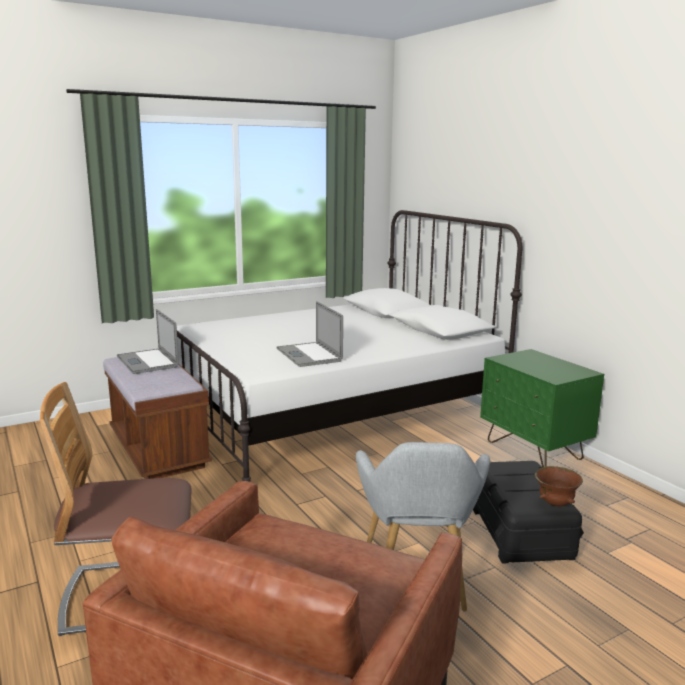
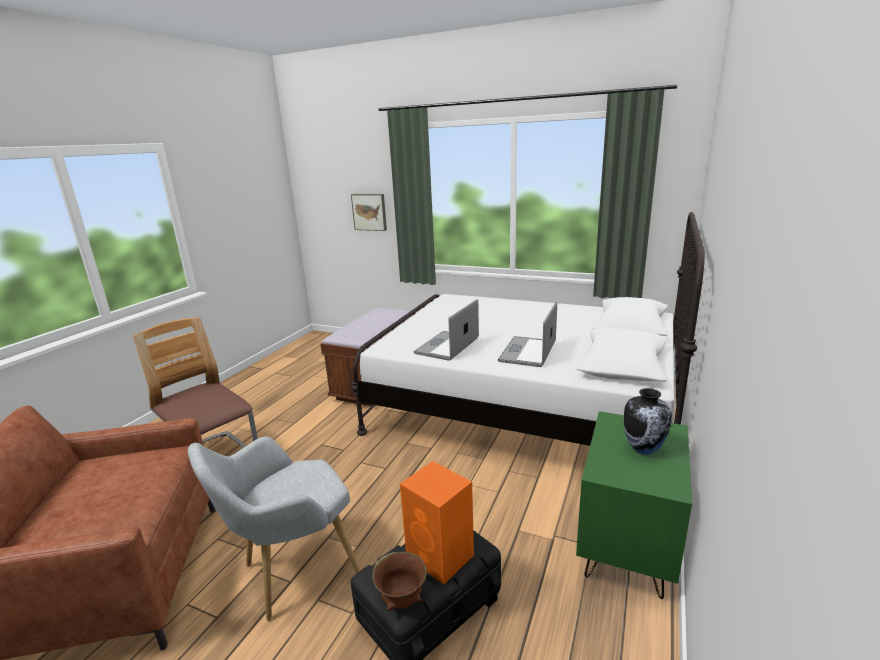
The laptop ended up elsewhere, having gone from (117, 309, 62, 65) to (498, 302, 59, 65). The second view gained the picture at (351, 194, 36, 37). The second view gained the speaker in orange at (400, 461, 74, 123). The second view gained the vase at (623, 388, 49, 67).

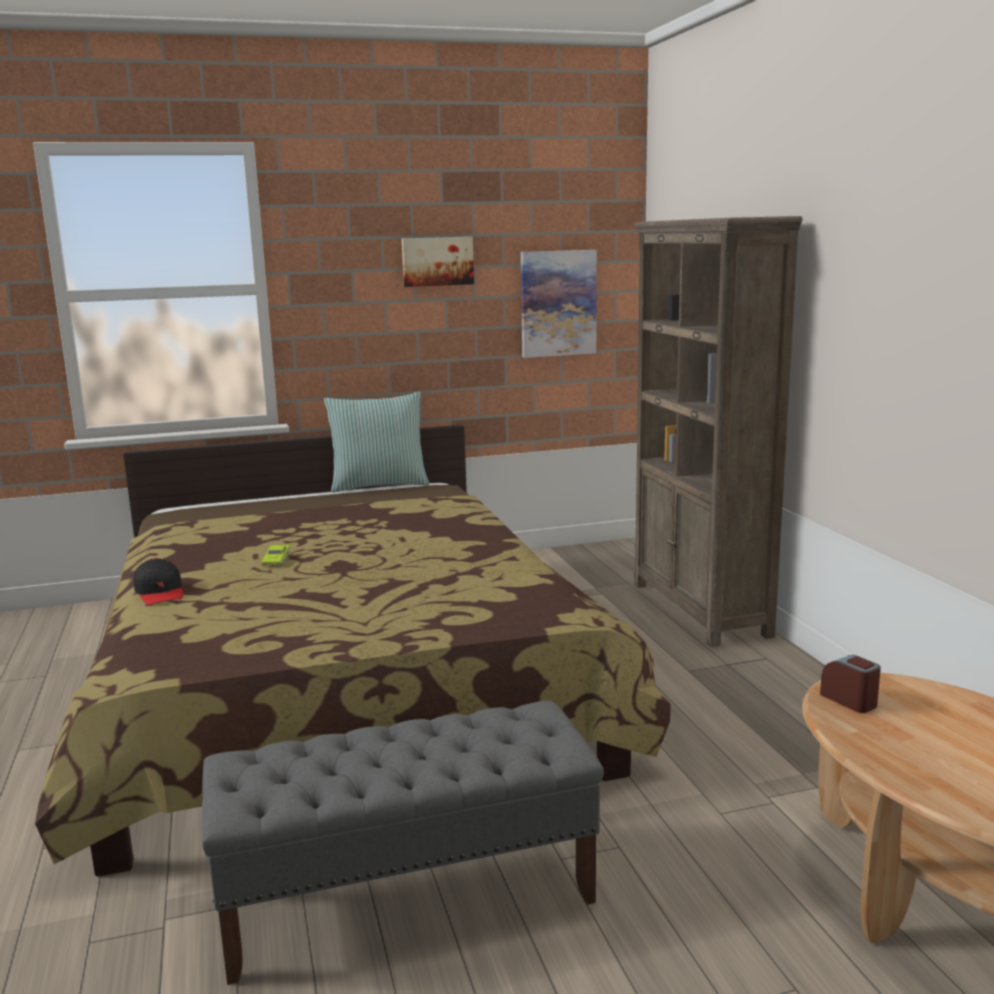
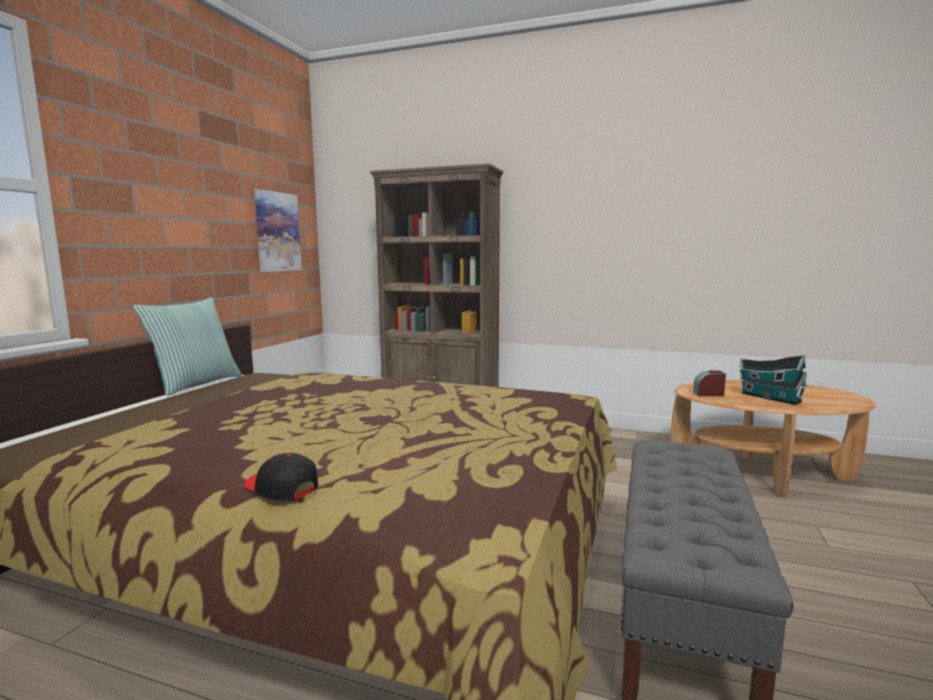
The cap in black at (134, 558, 49, 47) ended up facing another way, 150 degrees counterclockwise from before. The second view lost the toy car in green at (261, 545, 30, 20). The second view lost the picture at (402, 237, 72, 50). The second view gained the toy house at (740, 355, 67, 50).

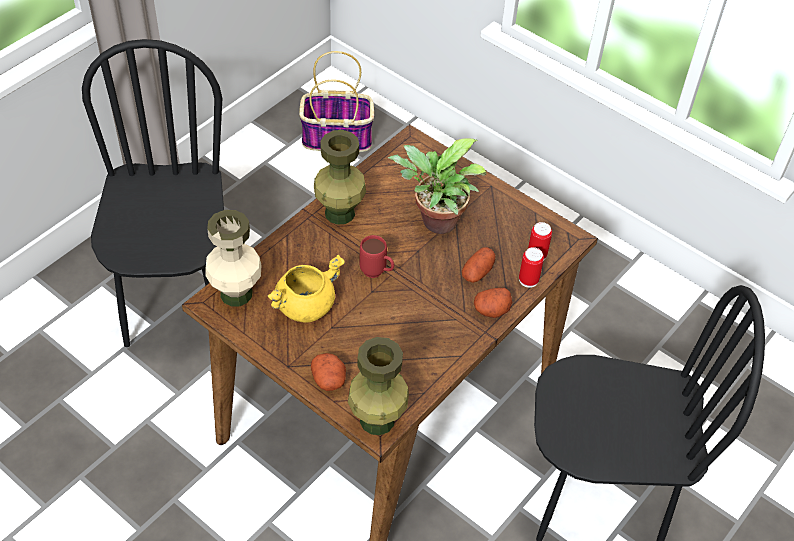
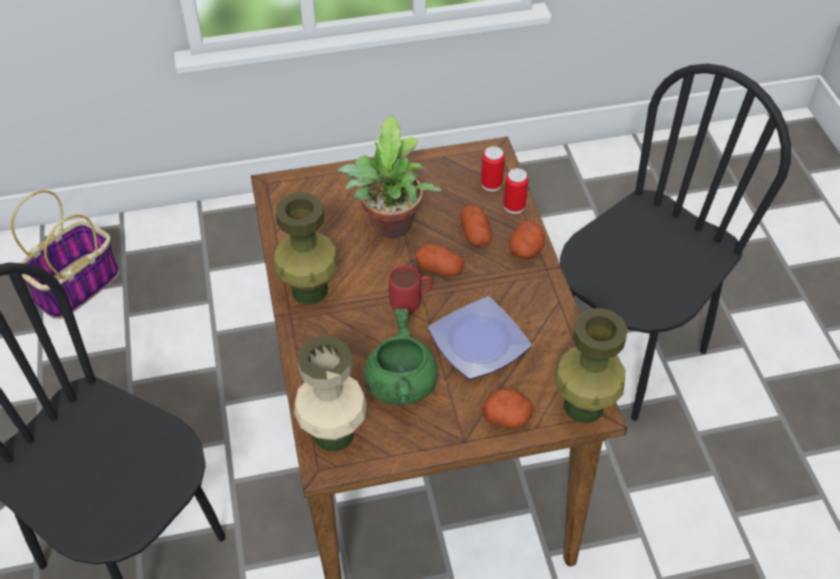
What was the cooking pot in yellow at (267, 255, 78, 68) turned into the cooking pot in green at (364, 309, 74, 96). The second view gained the potato at (415, 244, 49, 32). The second view gained the plate at (428, 296, 104, 83).

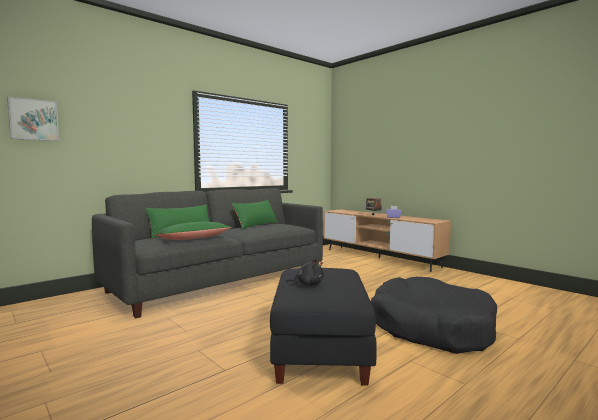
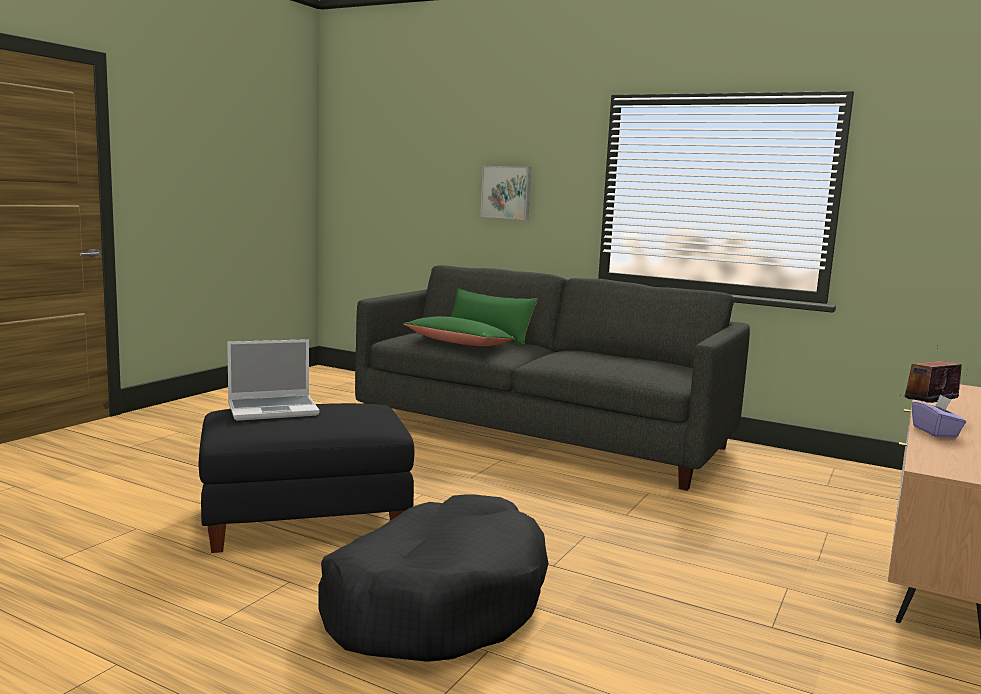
The picture ended up elsewhere, having gone from (7, 97, 52, 44) to (481, 166, 50, 54). The second view lost the pillow in green at (232, 200, 46, 30). Where the plush toy in black stood at (286, 259, 38, 27), the laptop came to stand at (227, 339, 93, 82).

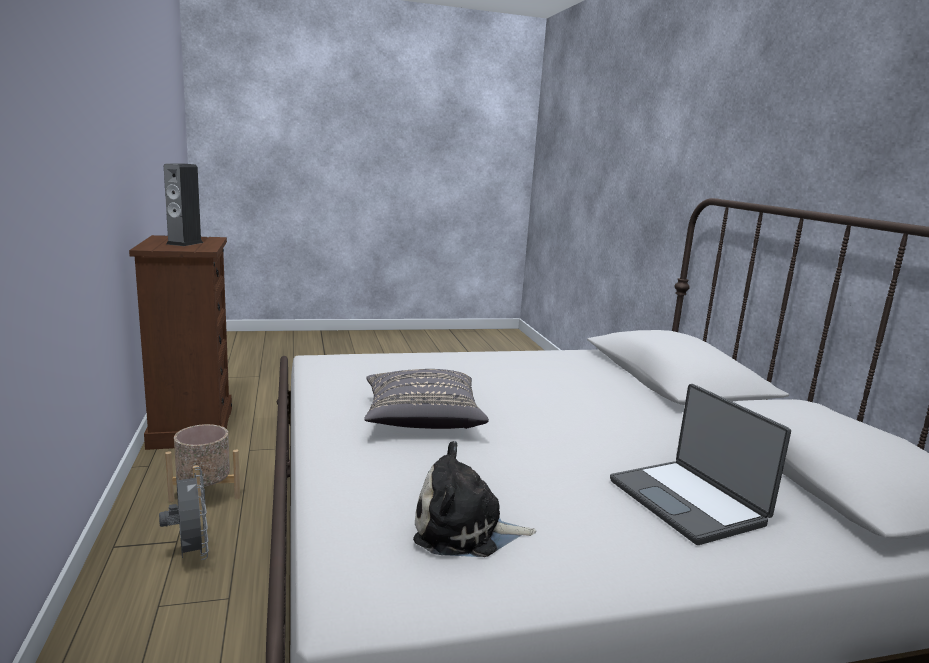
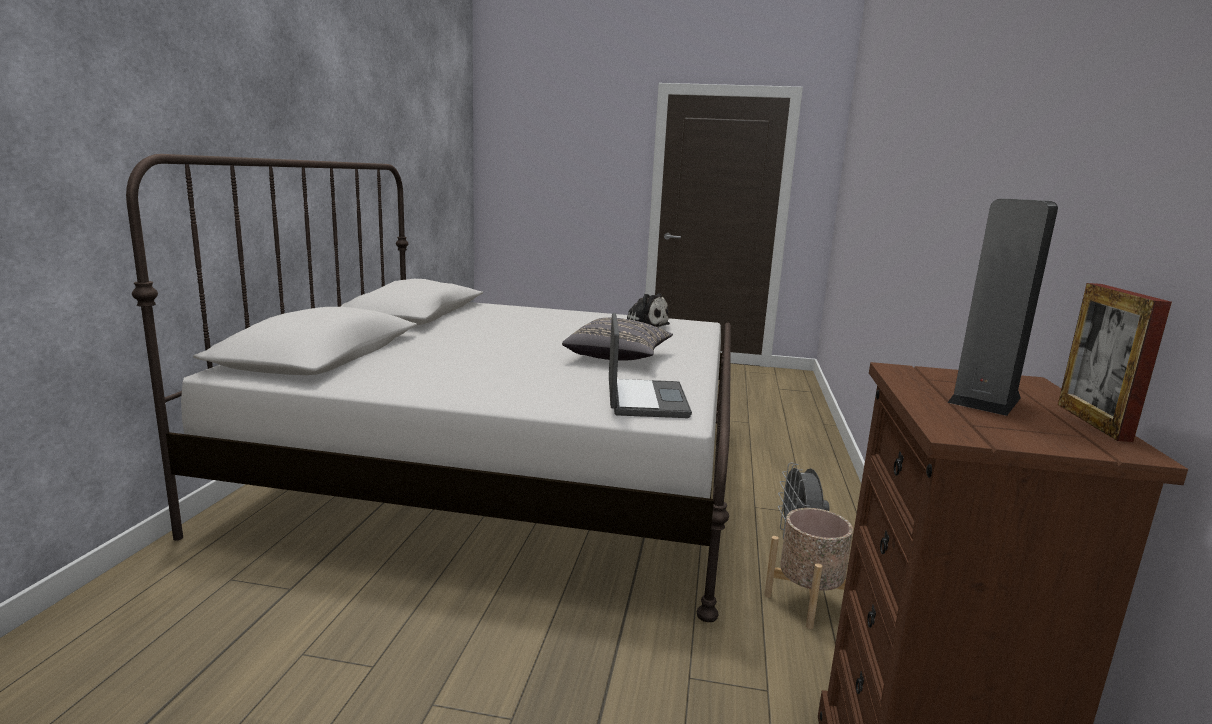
The laptop ended up elsewhere, having gone from (610, 384, 181, 161) to (609, 313, 83, 105). The second view gained the picture frame at (1058, 283, 114, 159).

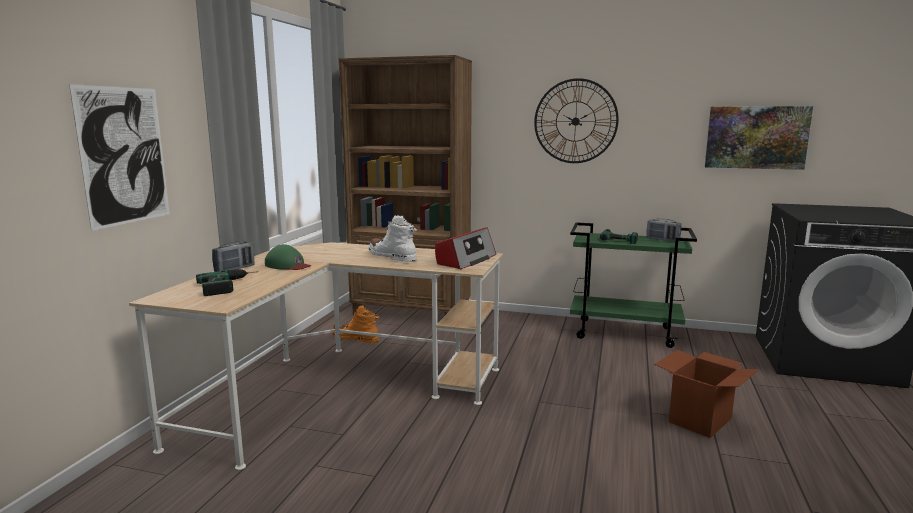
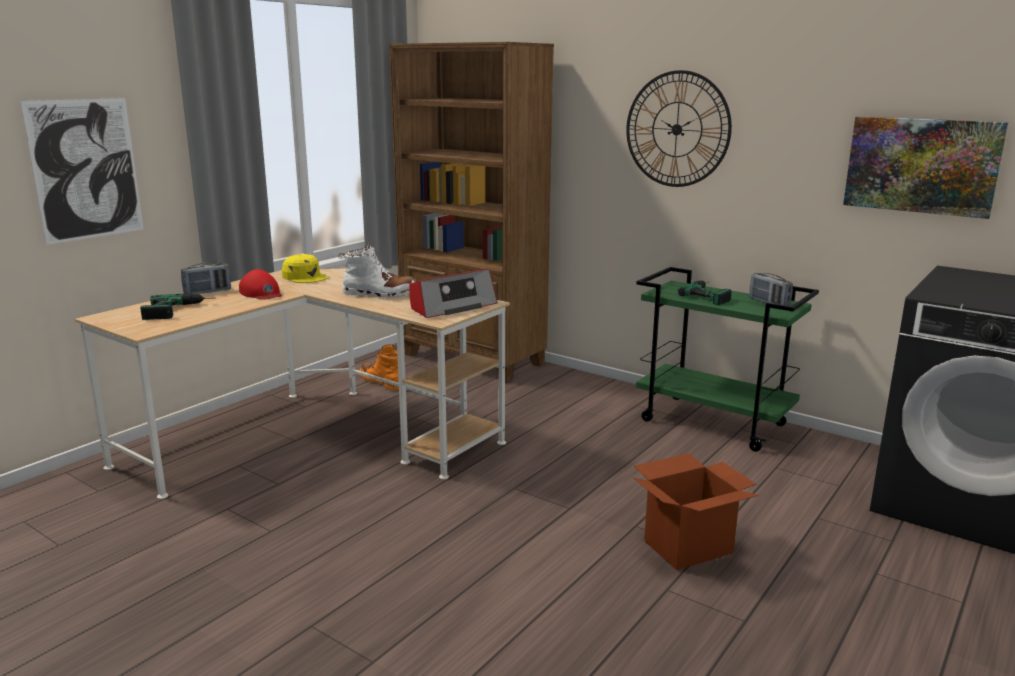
What was the cap in green at (265, 244, 46, 26) turned into the cap in red at (239, 269, 43, 31). The boot in white at (368, 215, 49, 47) ended up facing another way, 120 degrees clockwise from before. The second view gained the cap in yellow at (282, 254, 47, 29).

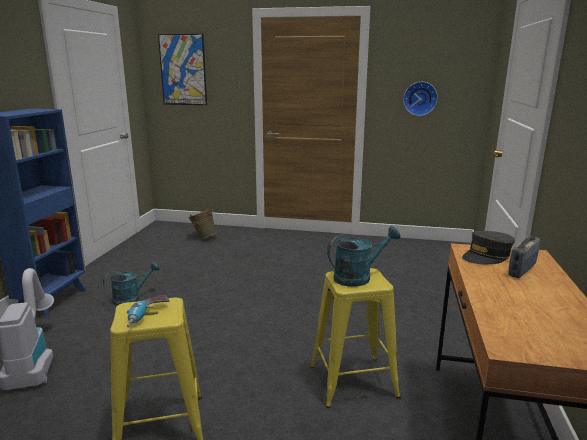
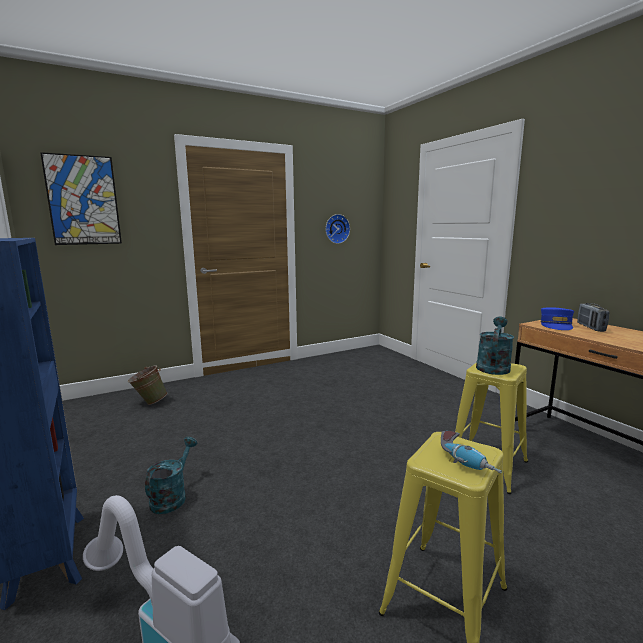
What was the cap in grey at (462, 231, 53, 33) turned into the cap in blue at (540, 307, 34, 23).

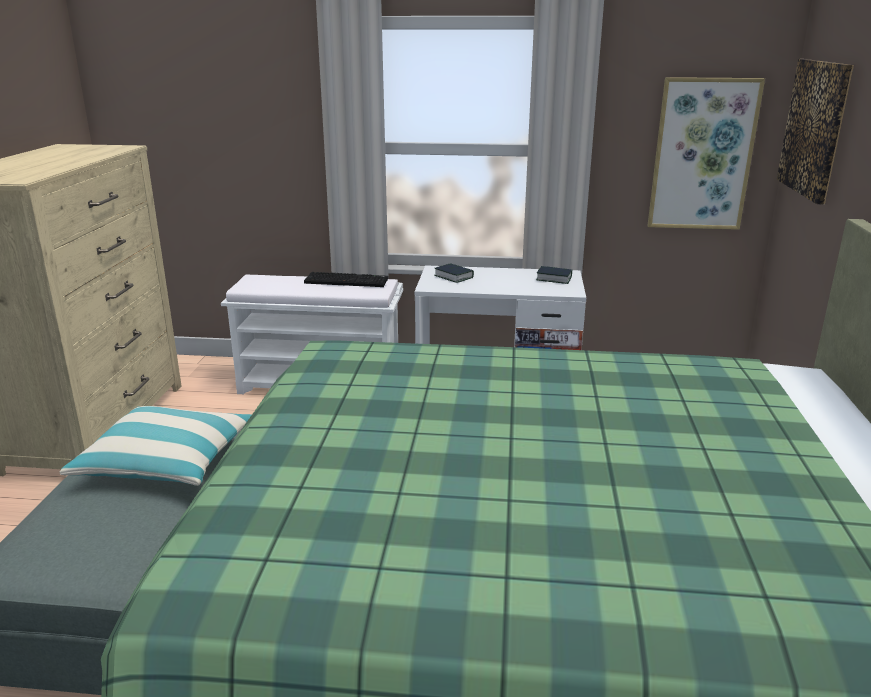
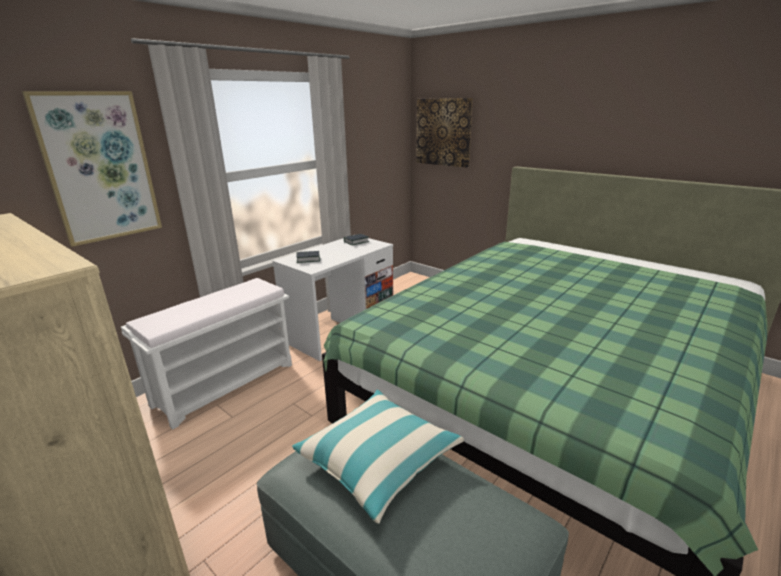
The second view lost the keyboard at (304, 272, 84, 15). The picture ended up elsewhere, having gone from (647, 77, 118, 153) to (22, 91, 140, 156).

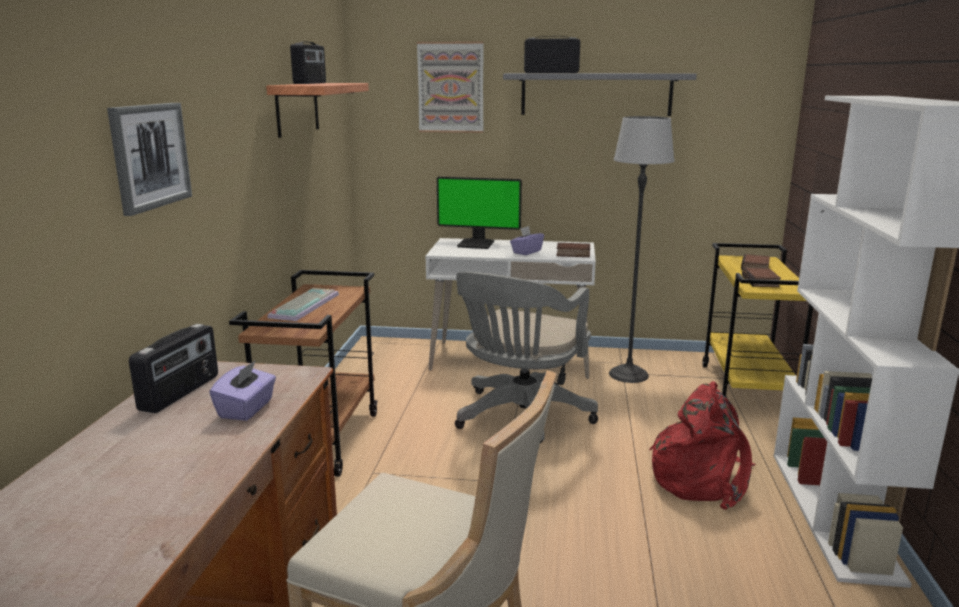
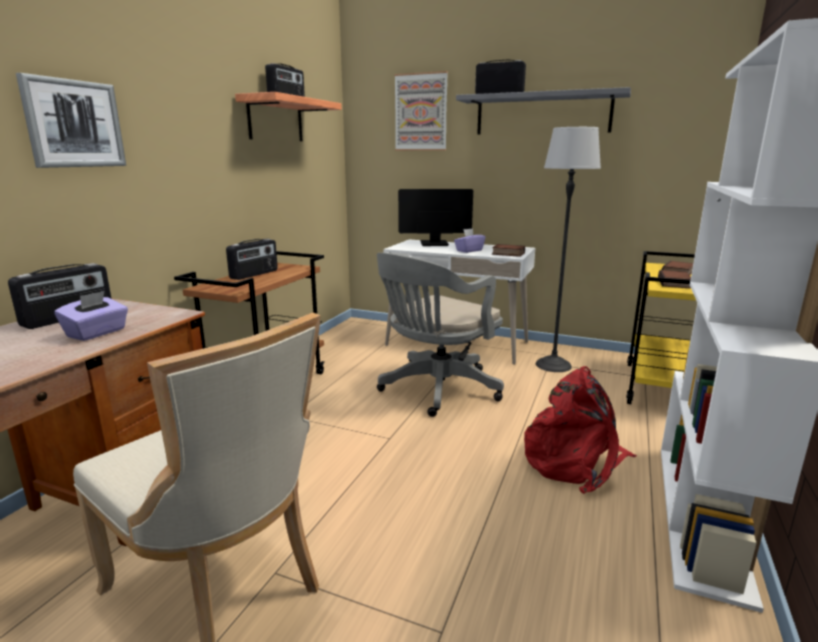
Where the keyboard stood at (268, 288, 71, 33), the radio came to stand at (226, 239, 52, 41). The monitor at (437, 177, 85, 72) ended up facing another way, 150 degrees clockwise from before.

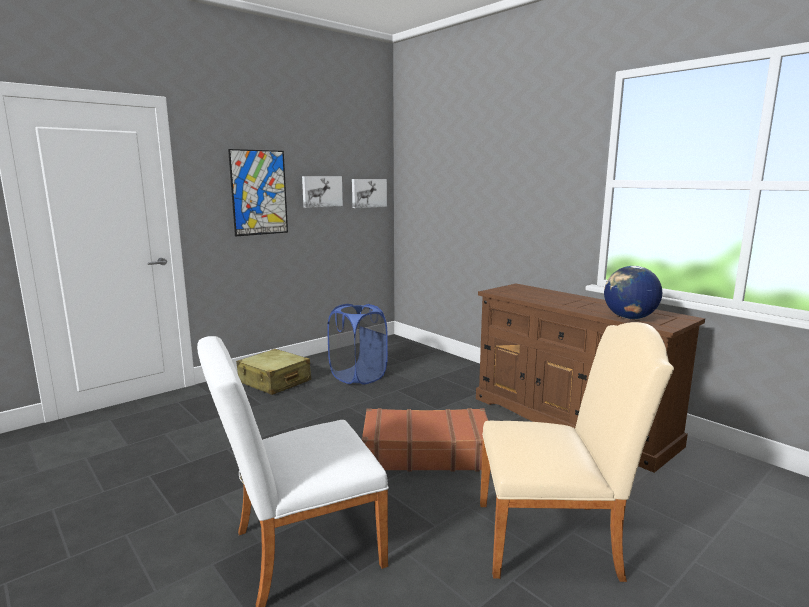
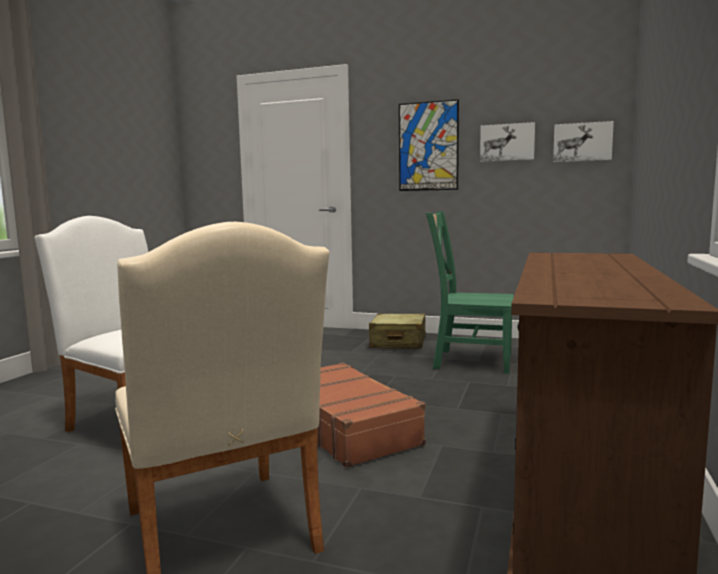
Where the laundry basket in blue stood at (327, 304, 61, 81), the chair in green came to stand at (426, 211, 88, 163). The second view lost the globe at (604, 266, 58, 53).

